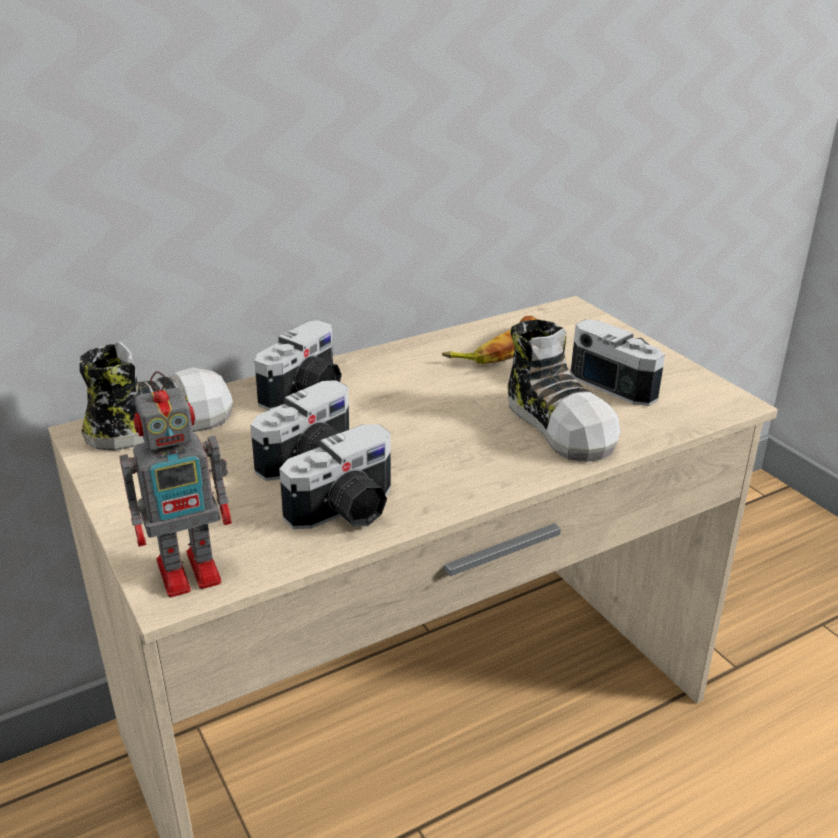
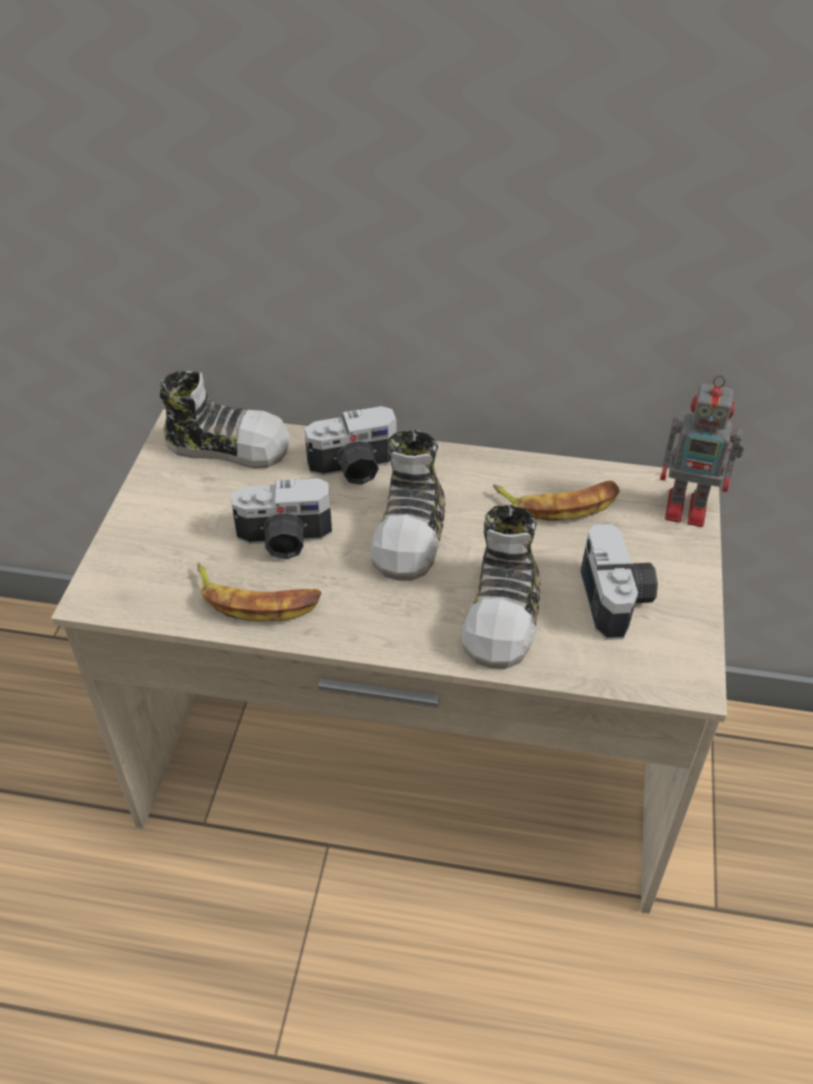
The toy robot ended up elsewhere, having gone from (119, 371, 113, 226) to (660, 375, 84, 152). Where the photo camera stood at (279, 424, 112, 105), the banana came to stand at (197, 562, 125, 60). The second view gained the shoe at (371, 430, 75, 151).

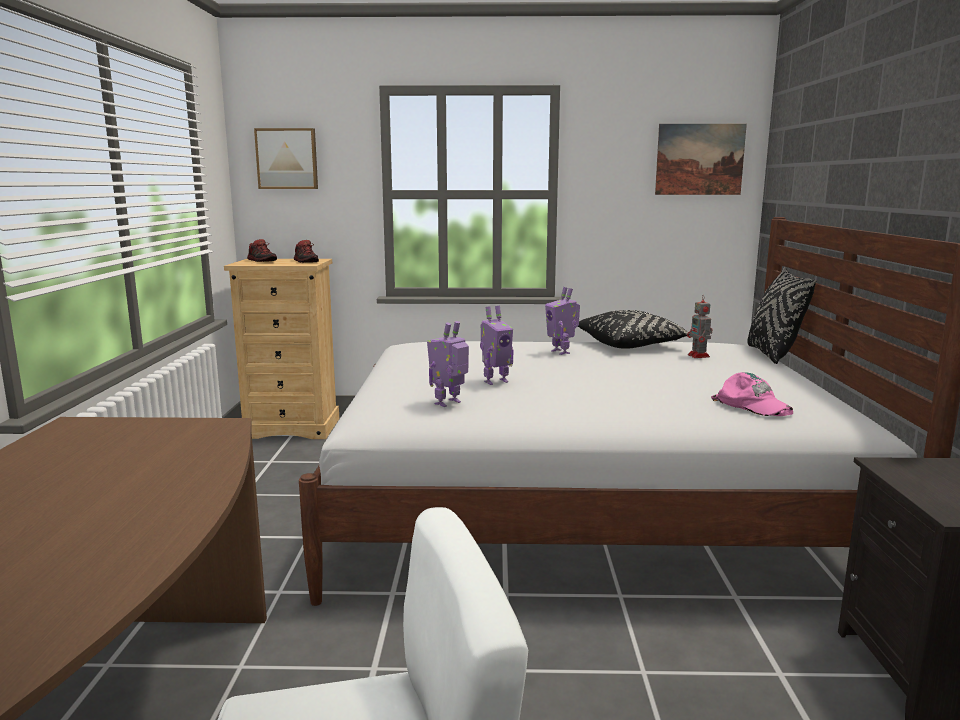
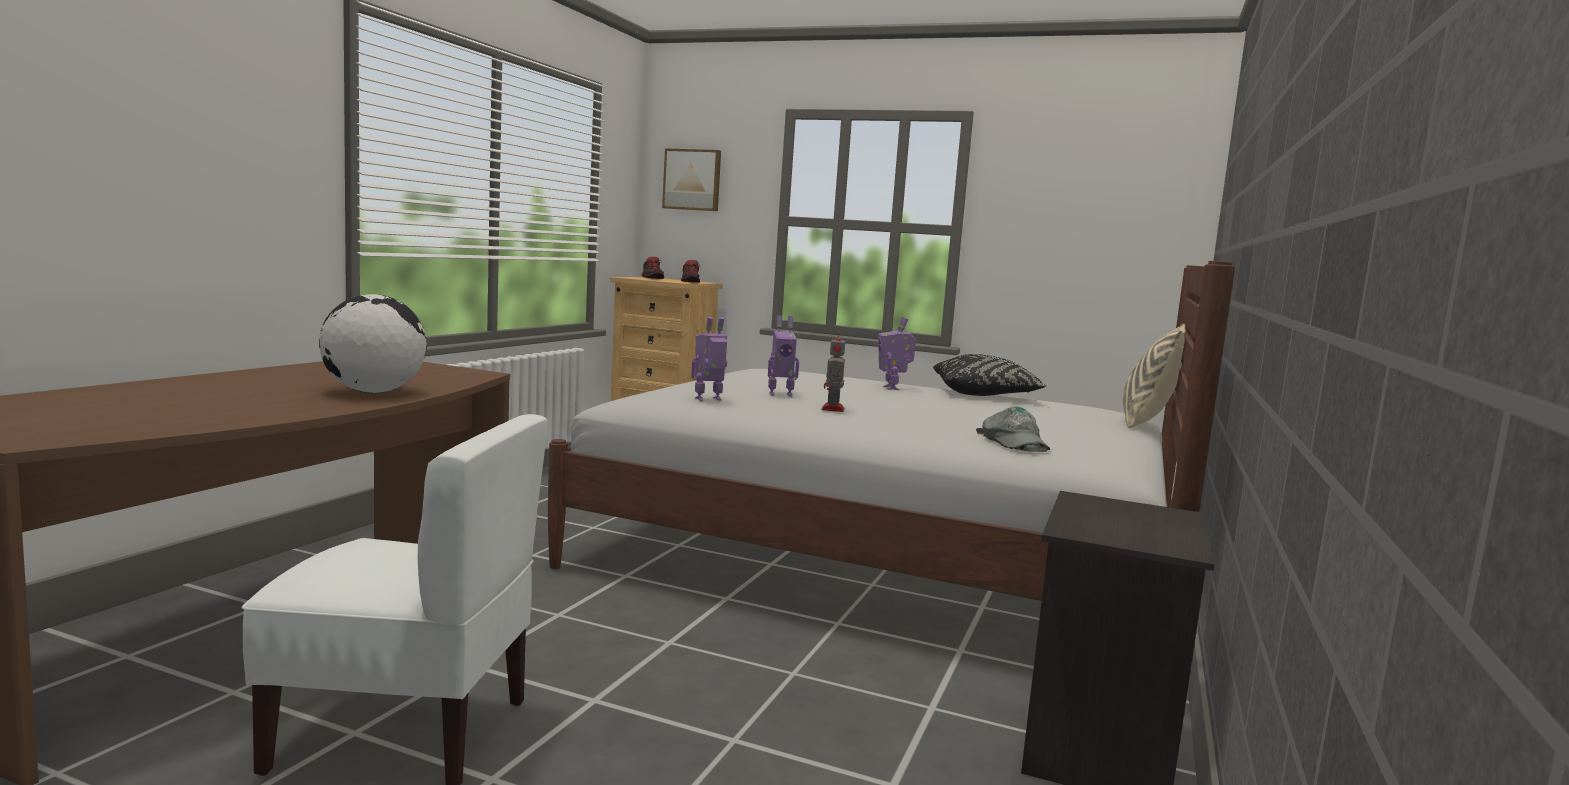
The second view lost the picture at (655, 124, 92, 71). The toy robot ended up elsewhere, having gone from (687, 296, 26, 62) to (821, 333, 24, 79). What was the cap in pink at (711, 372, 82, 44) turned into the cap in grey at (976, 406, 74, 46). What was the pillow in black at (748, 268, 68, 96) turned into the pillow in beige at (1123, 324, 63, 104). The second view gained the globe at (319, 294, 108, 99).

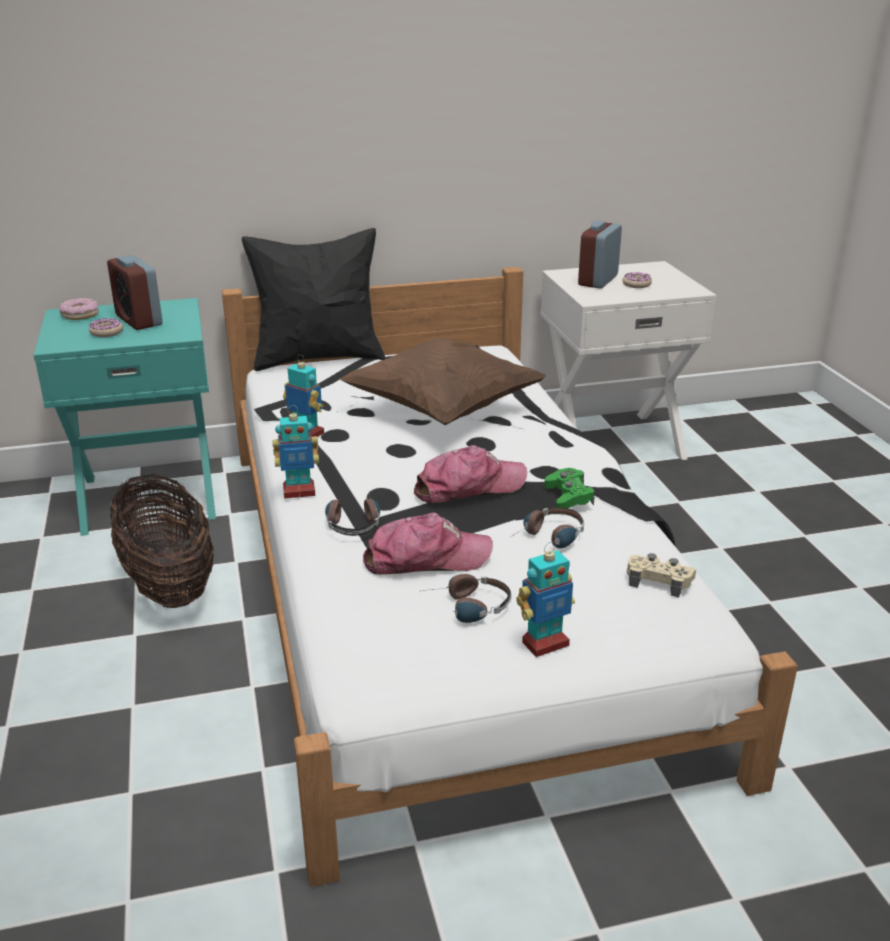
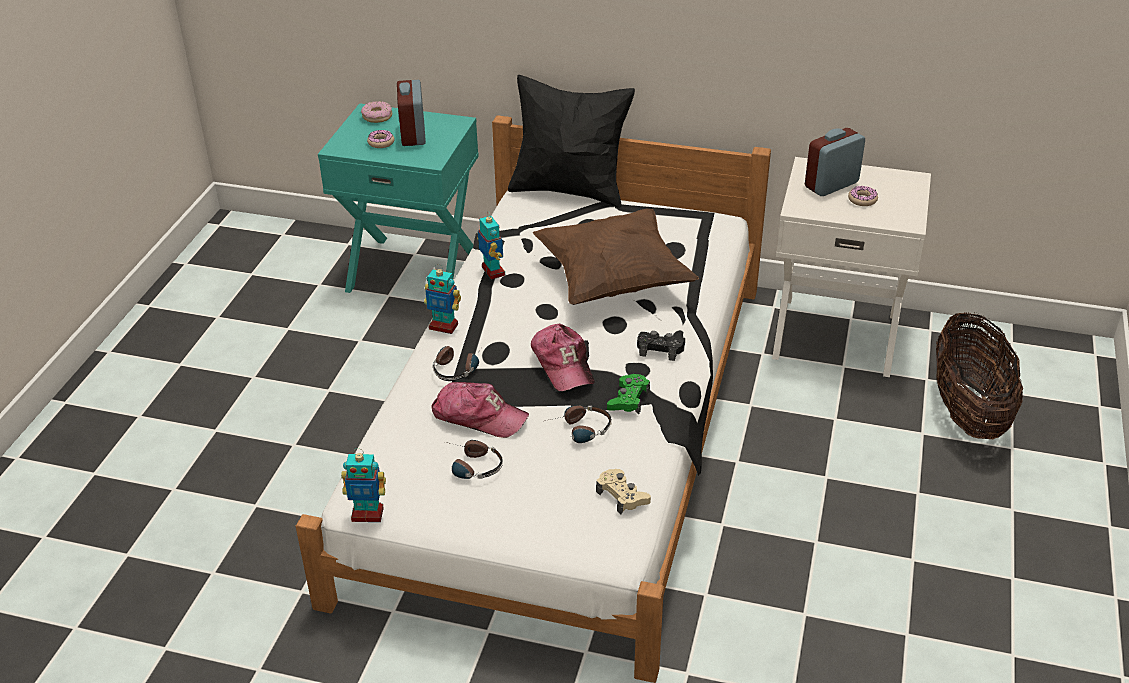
The basket ended up elsewhere, having gone from (110, 474, 104, 134) to (936, 312, 87, 127). The cap at (414, 445, 113, 58) ended up facing another way, 60 degrees clockwise from before. The toy robot ended up elsewhere, having gone from (516, 542, 59, 115) to (341, 448, 45, 74). The second view gained the game controller in black at (637, 331, 48, 30).

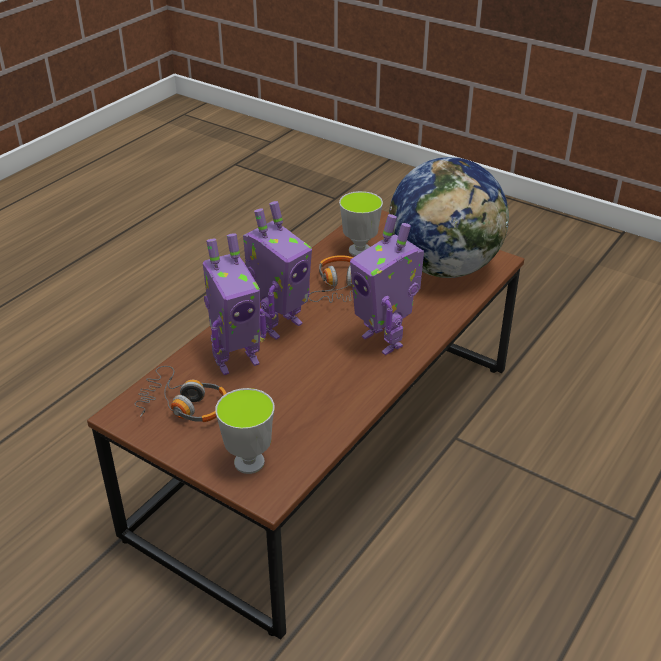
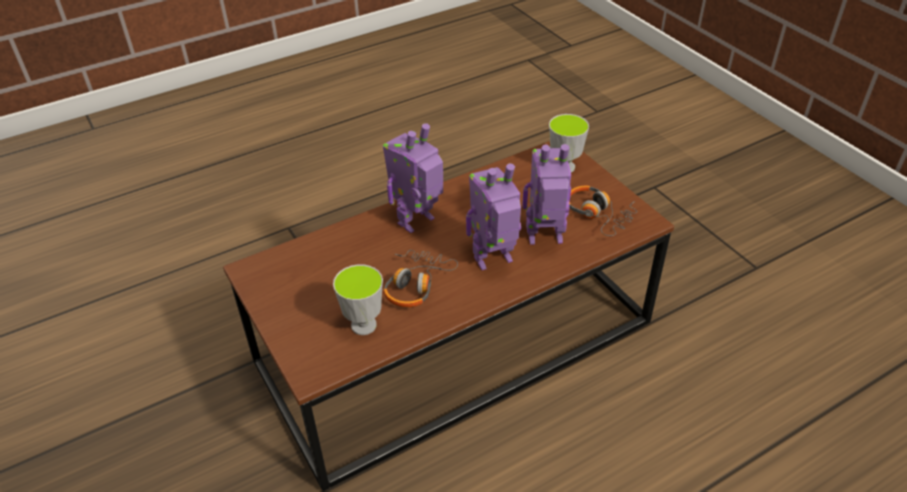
The toy robot at (350, 214, 74, 141) ended up facing another way, 120 degrees counterclockwise from before. The second view lost the globe at (389, 157, 120, 121).

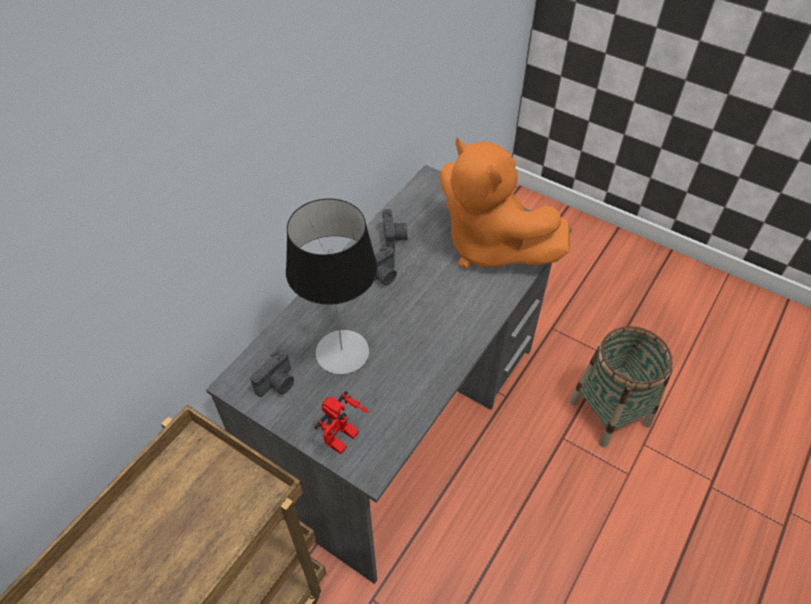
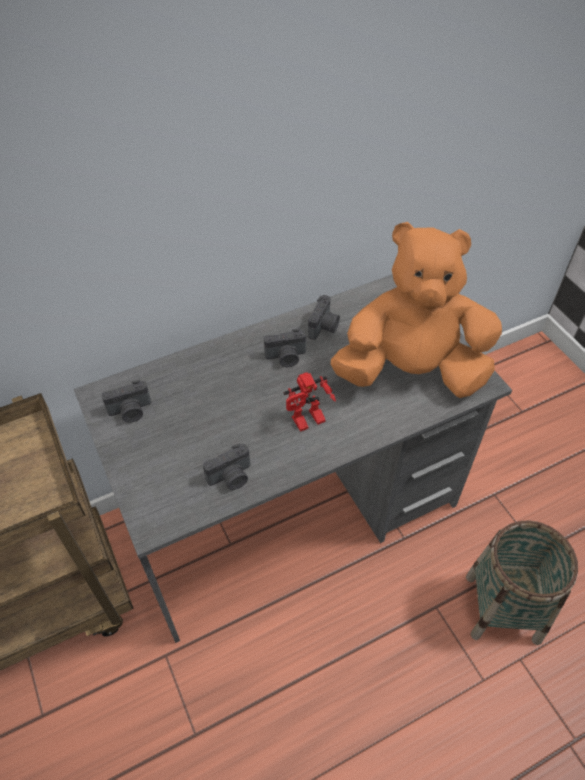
The second view lost the table lamp at (286, 198, 92, 176). The toy robot ended up elsewhere, having gone from (314, 391, 55, 63) to (283, 372, 53, 60). The plush toy in orange at (440, 137, 130, 131) ended up facing another way, 105 degrees clockwise from before. The second view gained the photo camera at (203, 443, 47, 47).

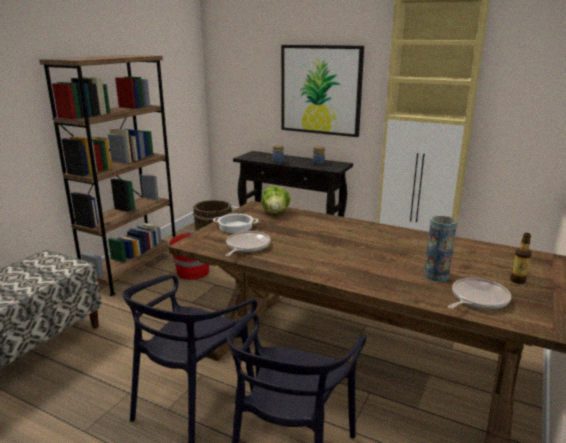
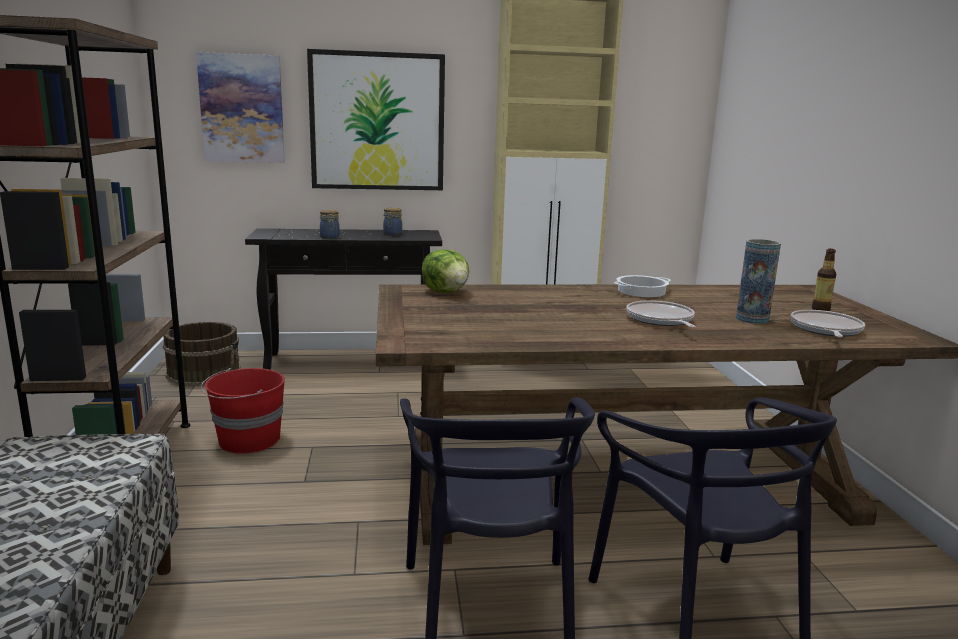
The cooking pot ended up elsewhere, having gone from (213, 214, 46, 19) to (614, 275, 57, 22). The frying pan ended up elsewhere, having gone from (226, 231, 44, 25) to (626, 300, 69, 28). The second view gained the picture at (196, 52, 89, 111).

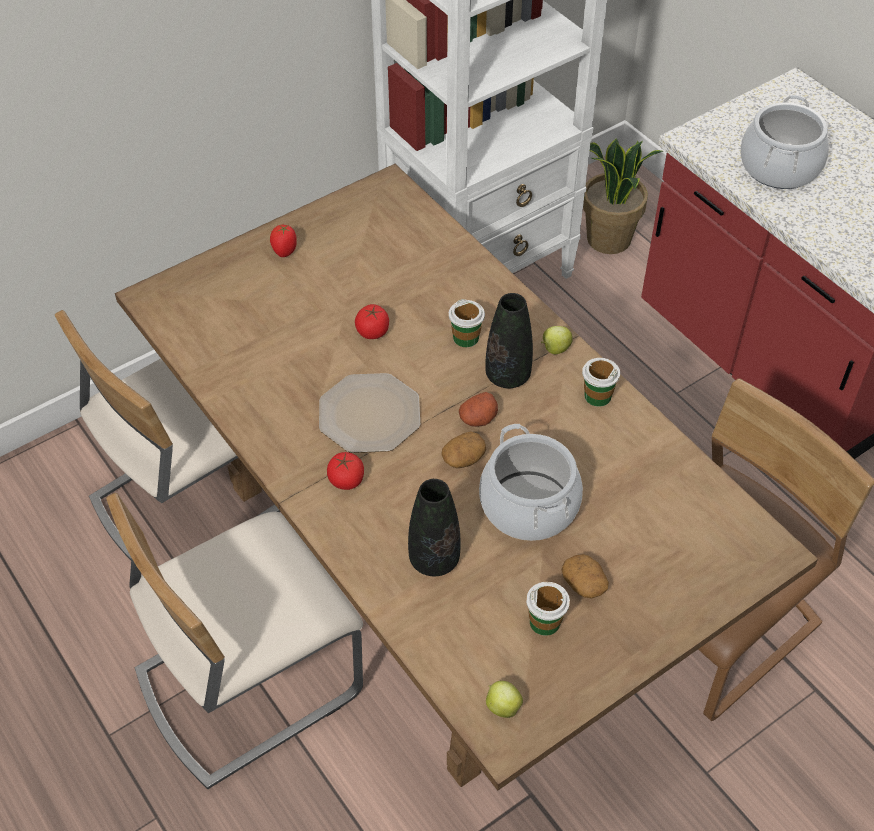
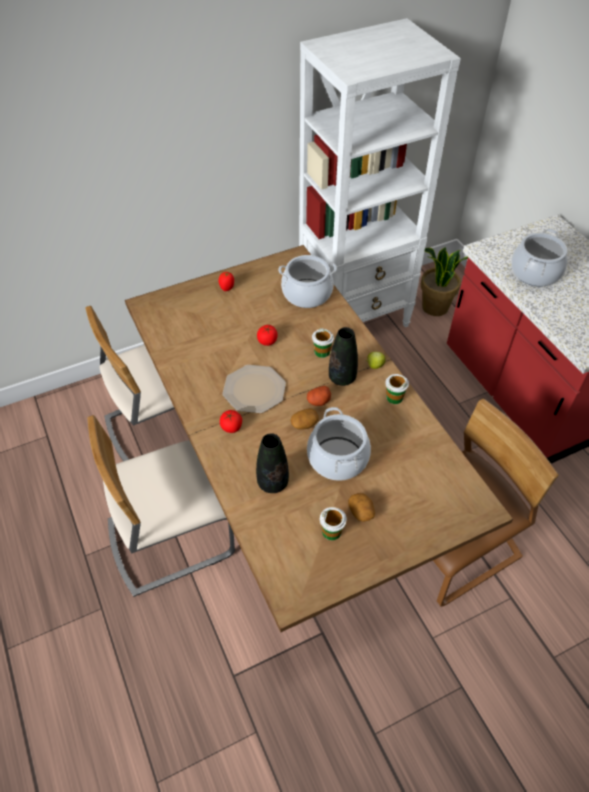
The second view lost the apple at (486, 681, 37, 37). The second view gained the cooking pot at (278, 255, 59, 53).

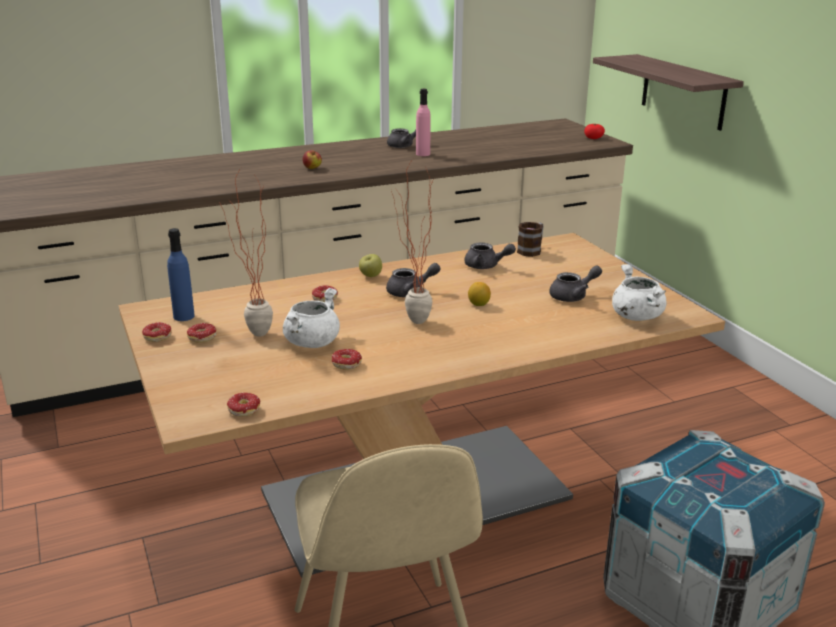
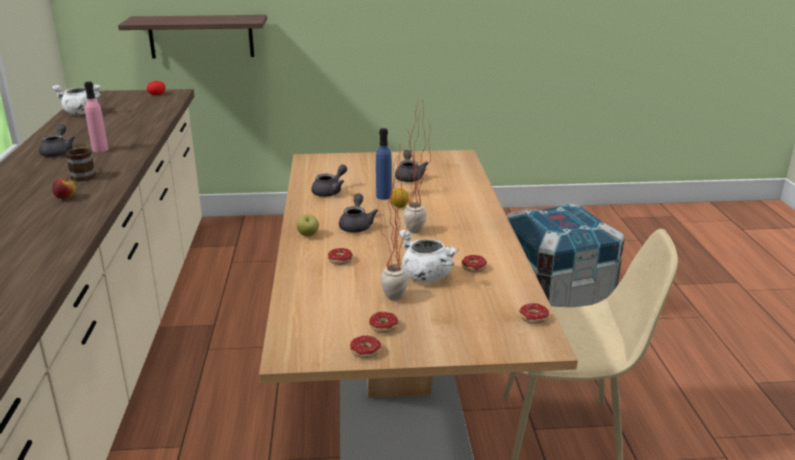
The bottle in blue ended up elsewhere, having gone from (167, 228, 28, 93) to (376, 128, 16, 72). The mug ended up elsewhere, having gone from (517, 222, 26, 35) to (66, 148, 30, 34). The cooking pot in white ended up elsewhere, having gone from (612, 264, 55, 57) to (52, 84, 49, 31).

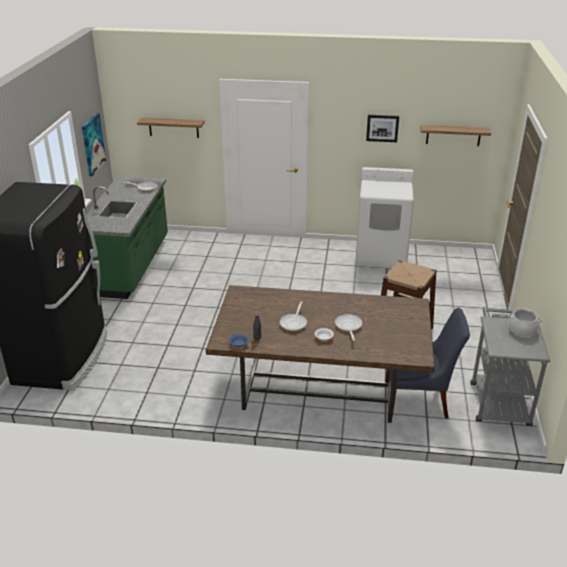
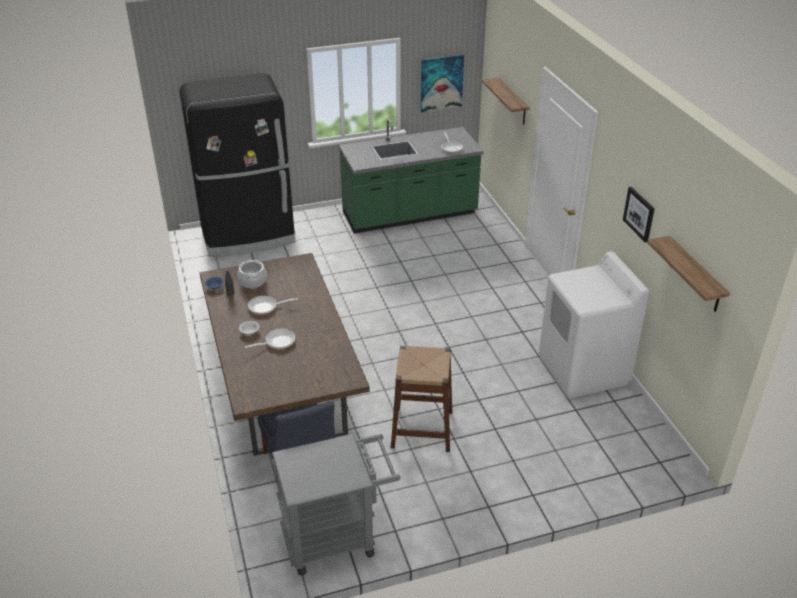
The cooking pot ended up elsewhere, having gone from (508, 308, 34, 29) to (238, 260, 29, 28).

